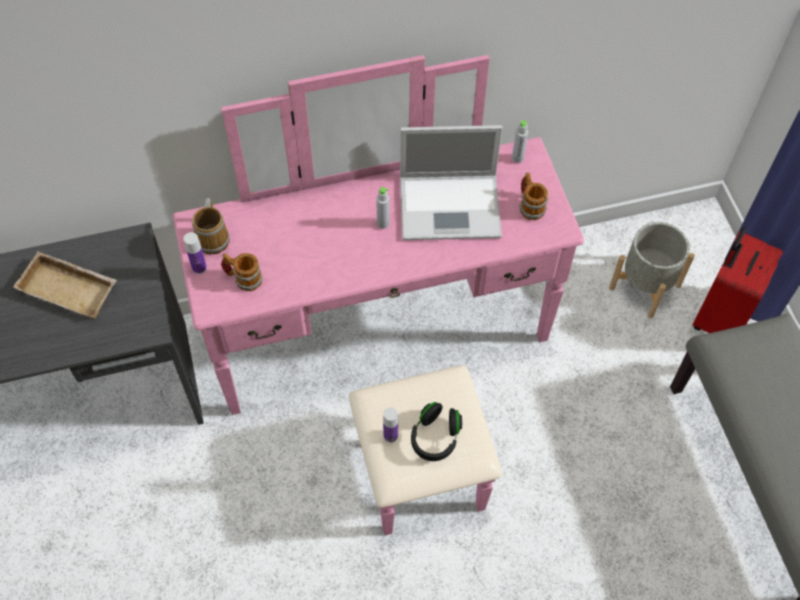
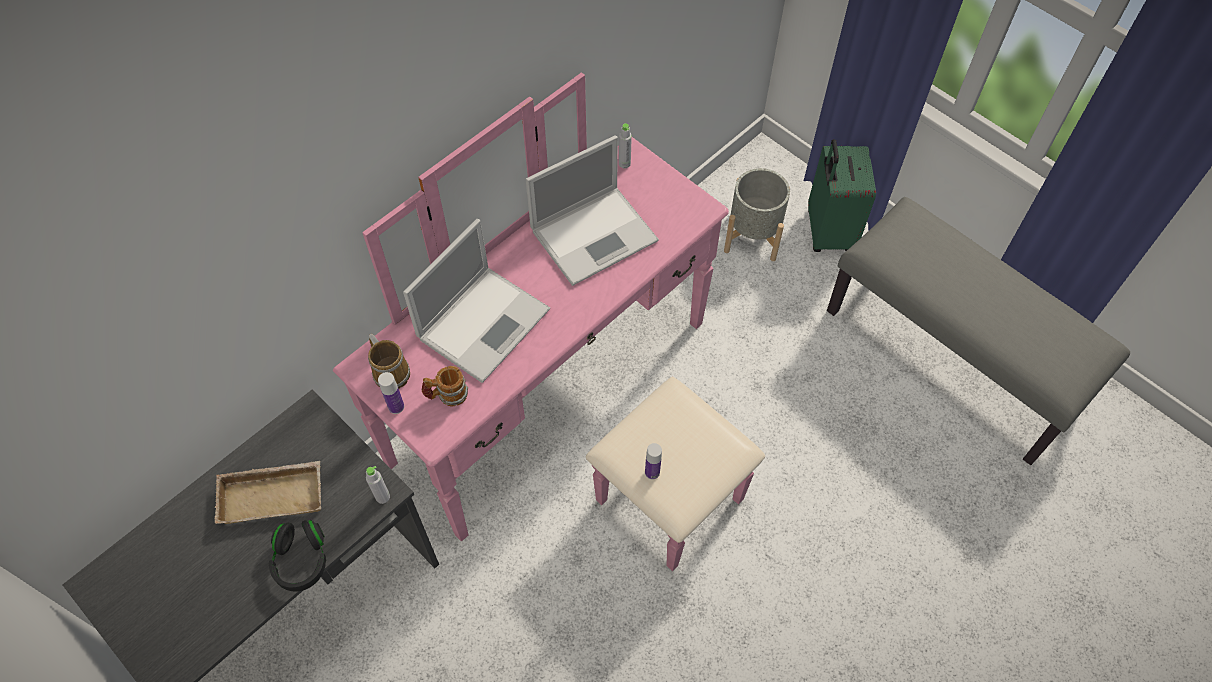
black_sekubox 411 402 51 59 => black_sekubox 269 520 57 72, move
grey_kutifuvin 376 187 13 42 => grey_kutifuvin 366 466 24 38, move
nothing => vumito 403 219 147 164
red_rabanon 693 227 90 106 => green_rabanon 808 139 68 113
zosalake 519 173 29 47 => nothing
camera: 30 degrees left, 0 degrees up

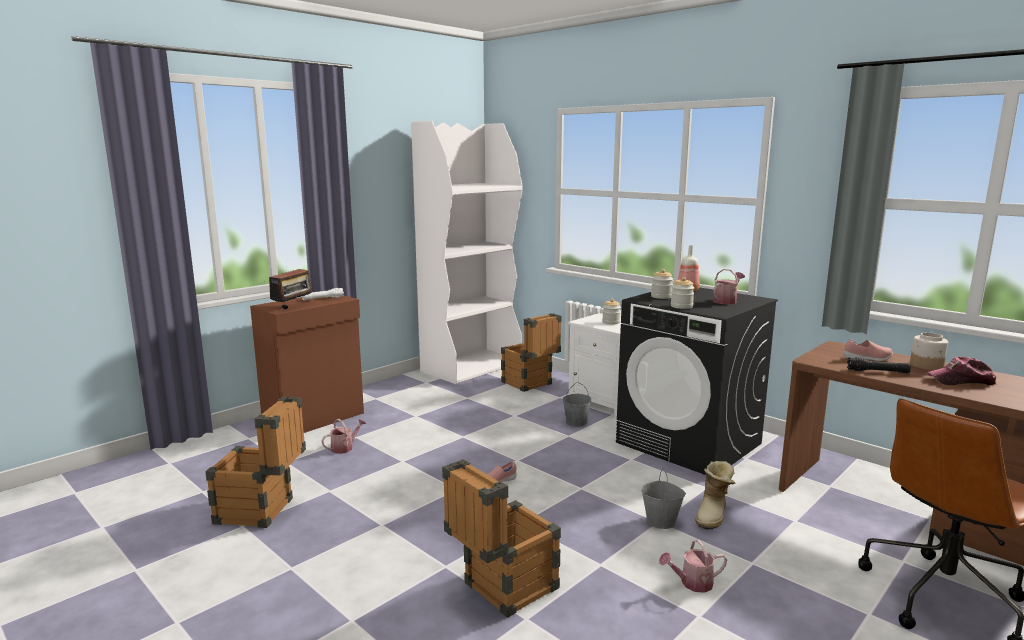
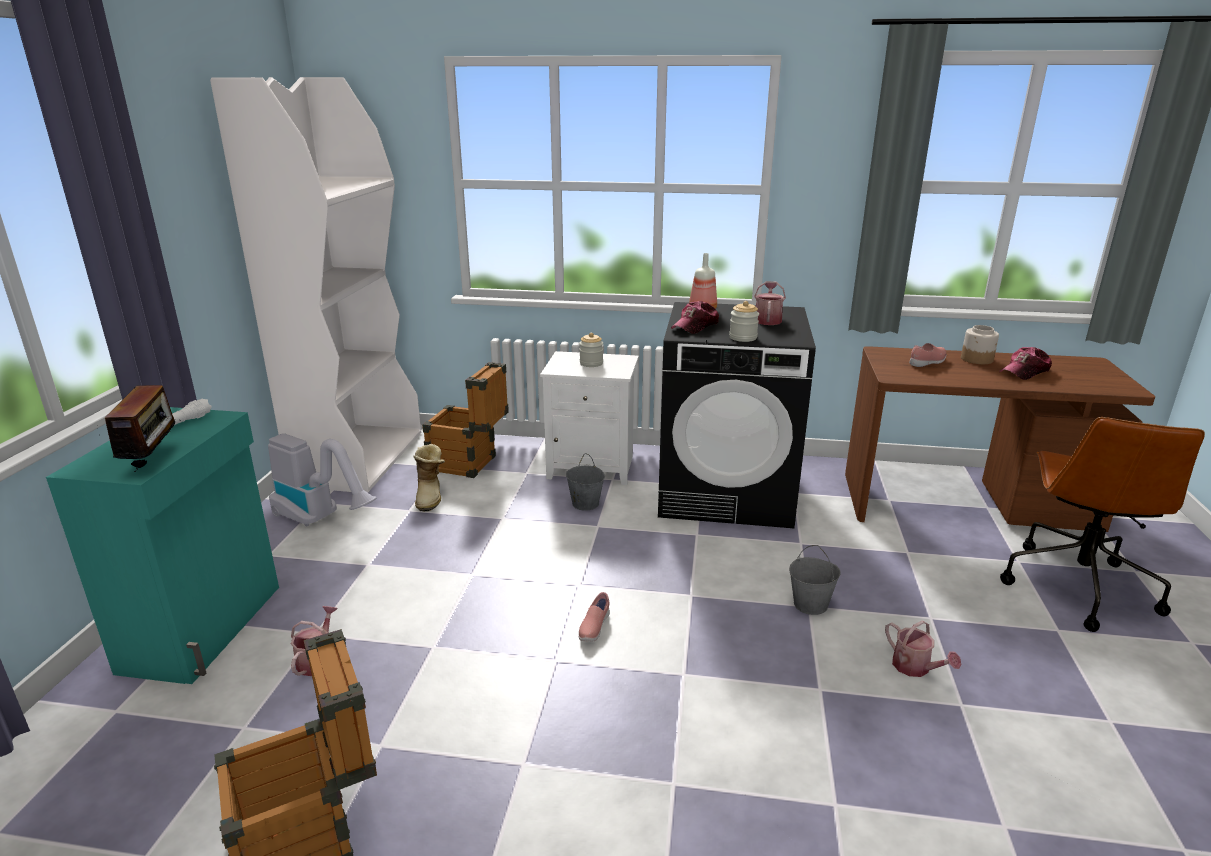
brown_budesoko 250 295 114 138 => turquoise_budesoko 46 407 233 277
nothing => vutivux 268 433 108 94
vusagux 695 461 41 69 => vusagux 413 444 32 67, move
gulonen 651 269 22 30 => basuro 671 301 48 33
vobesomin 659 540 68 53 => vobesomin 885 621 76 56, 75 degrees counterclockwise
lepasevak 442 459 119 159 => nothing
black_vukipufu 847 357 63 16 => nothing
camera: 35 degrees left, 10 degrees up

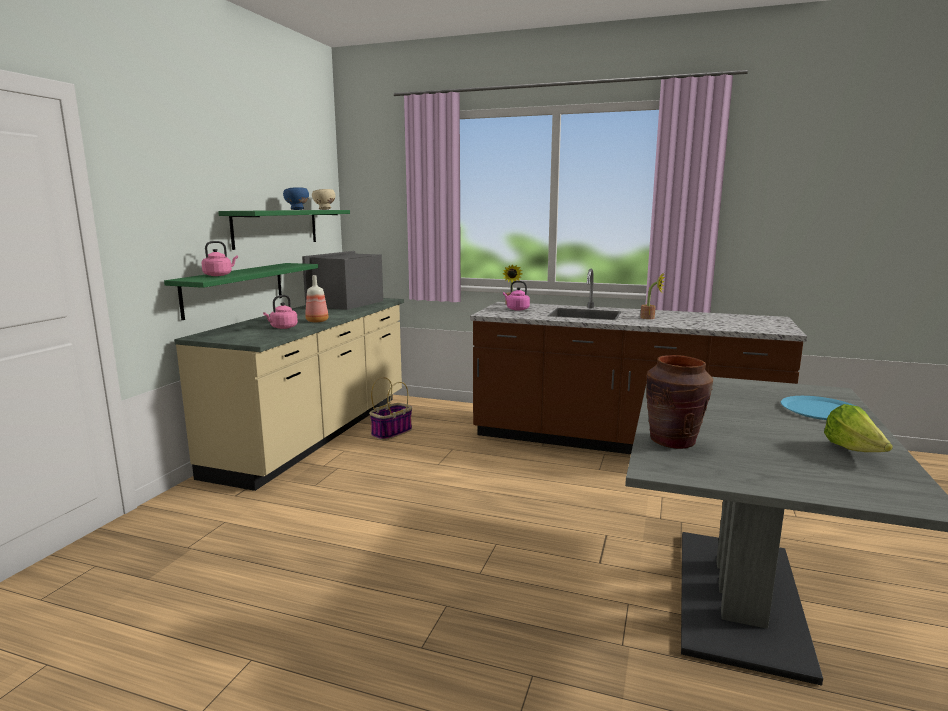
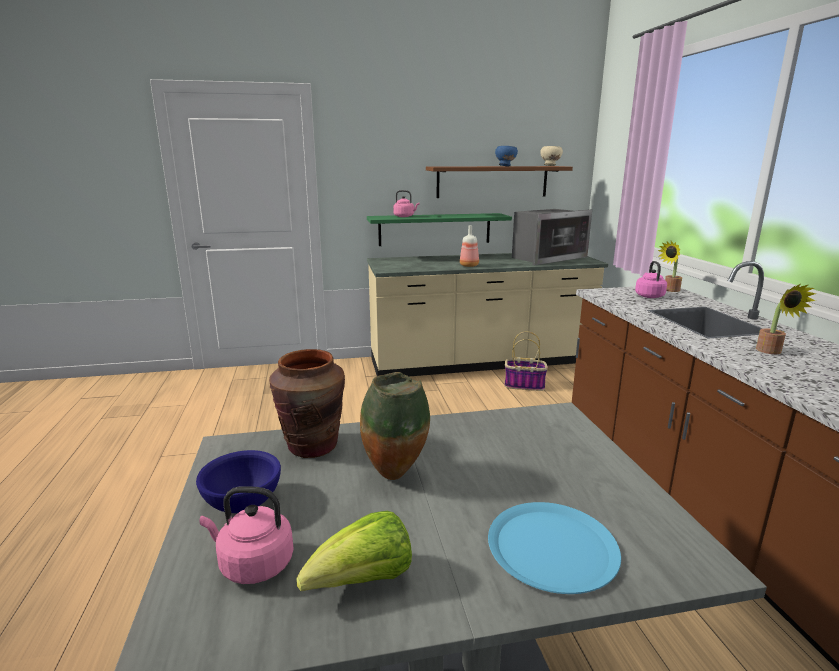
nothing => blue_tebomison 196 450 85 63
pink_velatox 263 295 35 34 => pink_velatox 200 486 94 98, move
nothing => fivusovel 360 372 70 108
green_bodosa 218 210 132 40 => brown_bodosa 426 166 147 32
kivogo 302 251 81 59 => kivogo 512 209 80 56, 150 degrees clockwise
camera: 60 degrees right, 5 degrees up

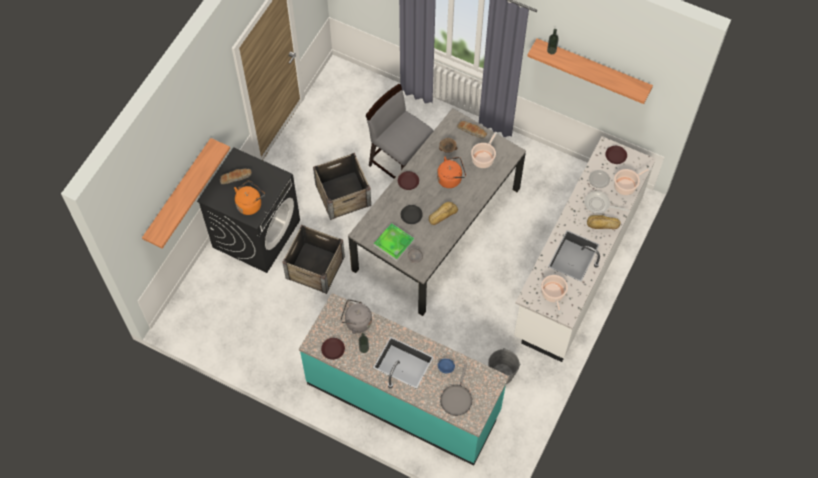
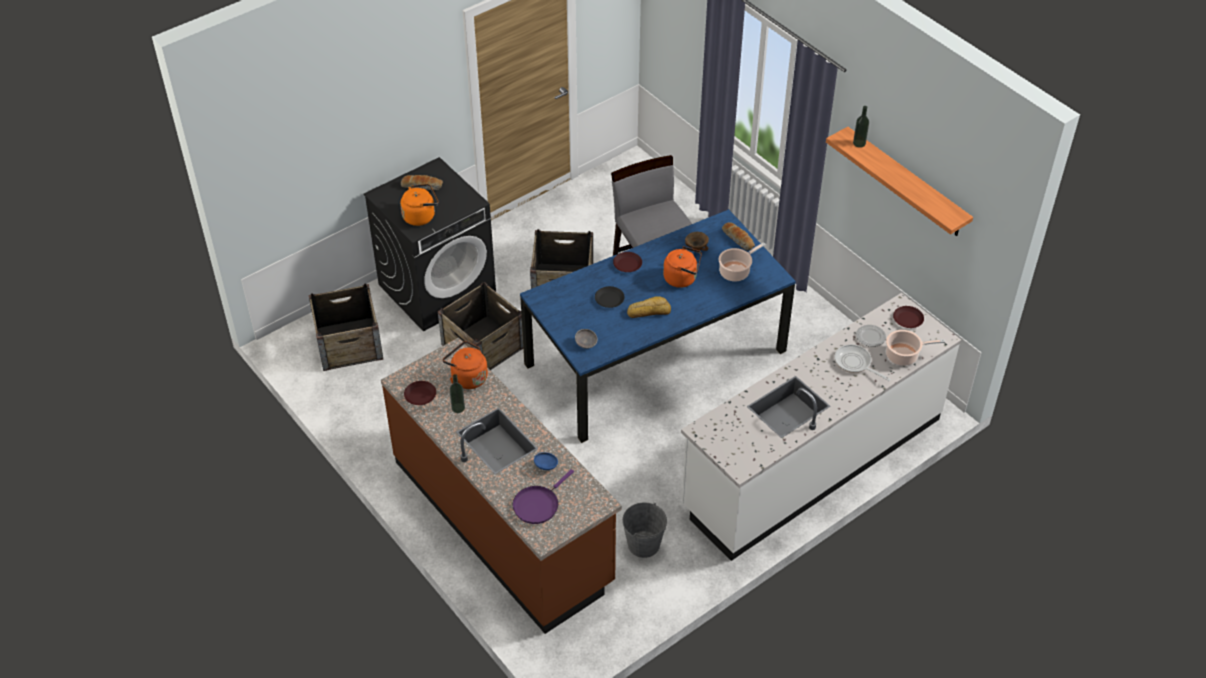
nothing => lepasevak 309 284 74 87
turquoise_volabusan 299 293 210 173 => brown_volabusan 381 338 241 296
grey_velatox 341 299 31 35 => orange_velatox 443 341 45 48
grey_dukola 440 364 32 52 => purple_dukola 513 469 61 55
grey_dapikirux 348 108 178 208 => blue_dapikirux 520 209 276 234
bodosa 142 138 88 111 => nothing
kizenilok 374 223 41 39 => nothing
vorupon 541 275 27 39 => nothing
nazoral 587 215 33 14 => nothing
camera: 25 degrees right, 15 degrees down

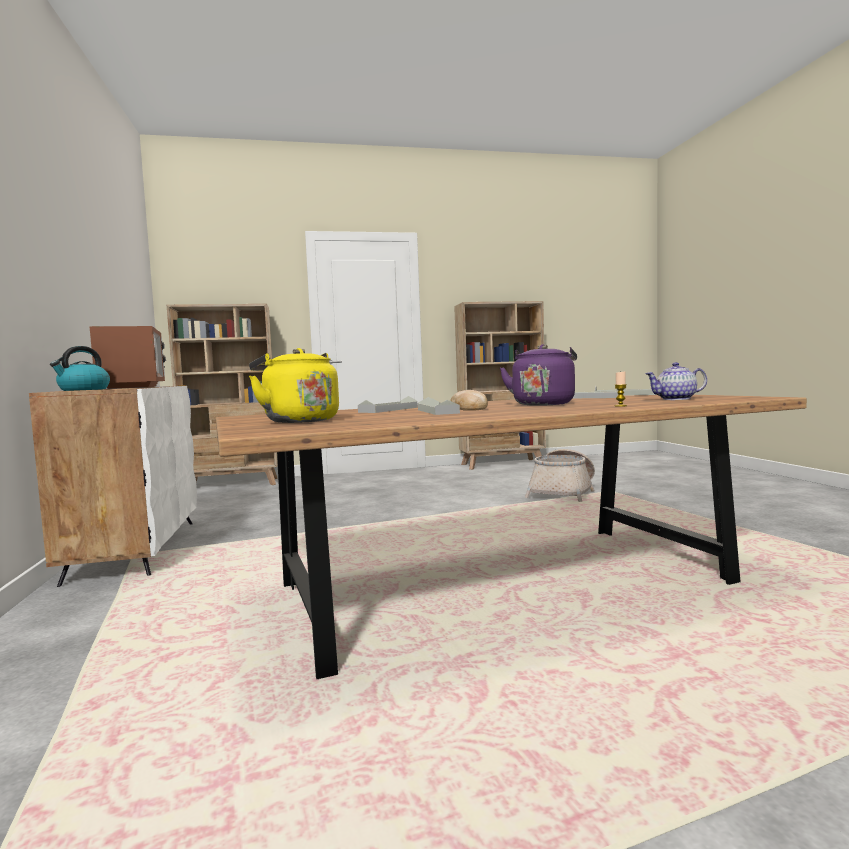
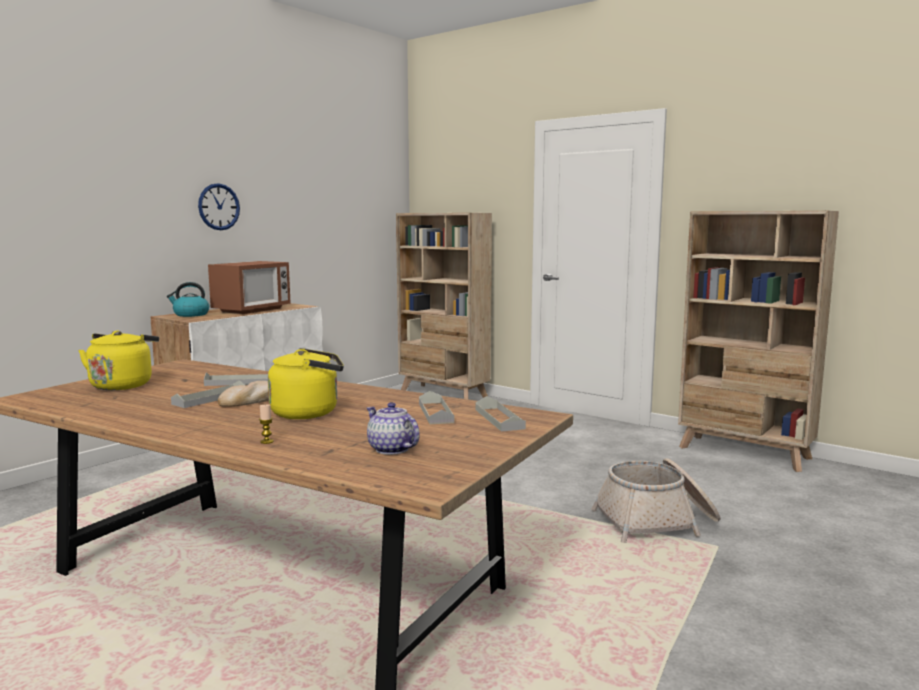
nothing => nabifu 198 183 42 47
purple_velatox 500 344 77 62 => yellow_velatox 268 348 76 71
camera: 50 degrees right, 5 degrees up

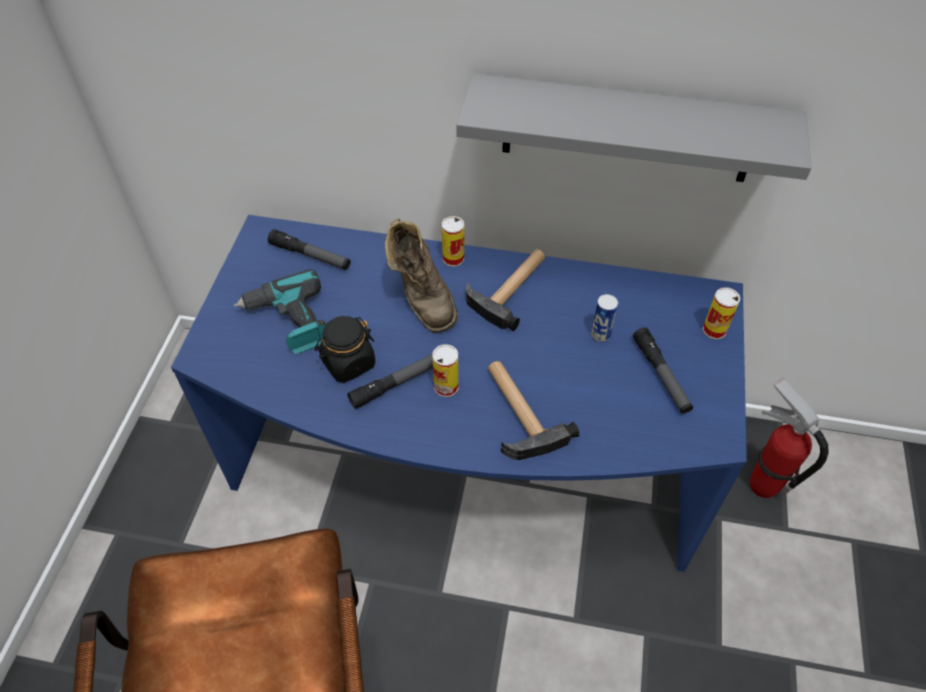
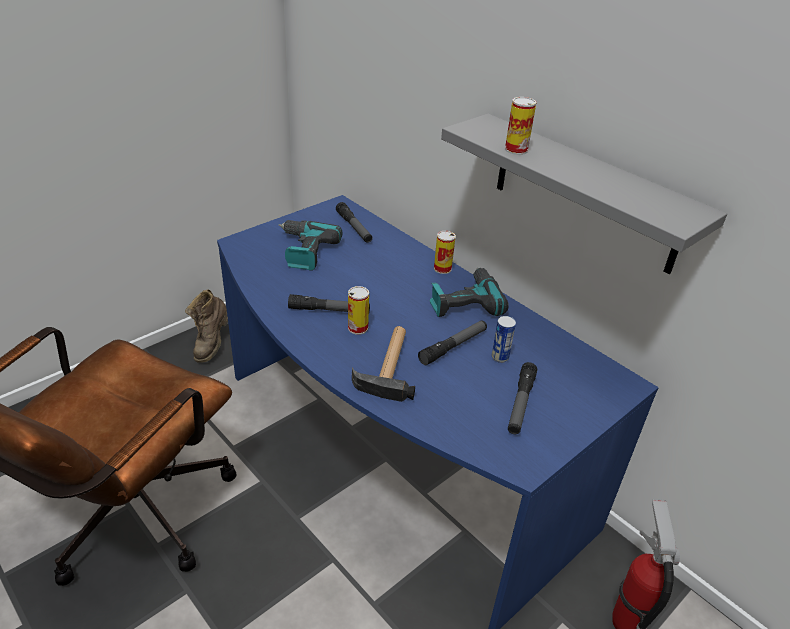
brown_vusagux 385 218 73 115 => brown_vusagux 185 290 43 73, move
nothing => vukipufu 418 320 69 45
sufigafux 466 249 79 82 => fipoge 429 268 80 49
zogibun 703 287 37 52 => zogibun 505 97 32 58, move
black_gulonen 315 316 60 67 => nothing
camera: 35 degrees right, 15 degrees down

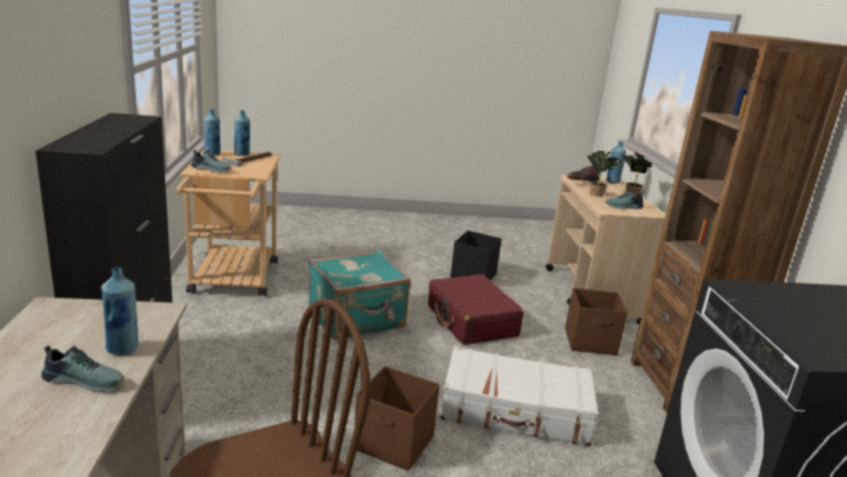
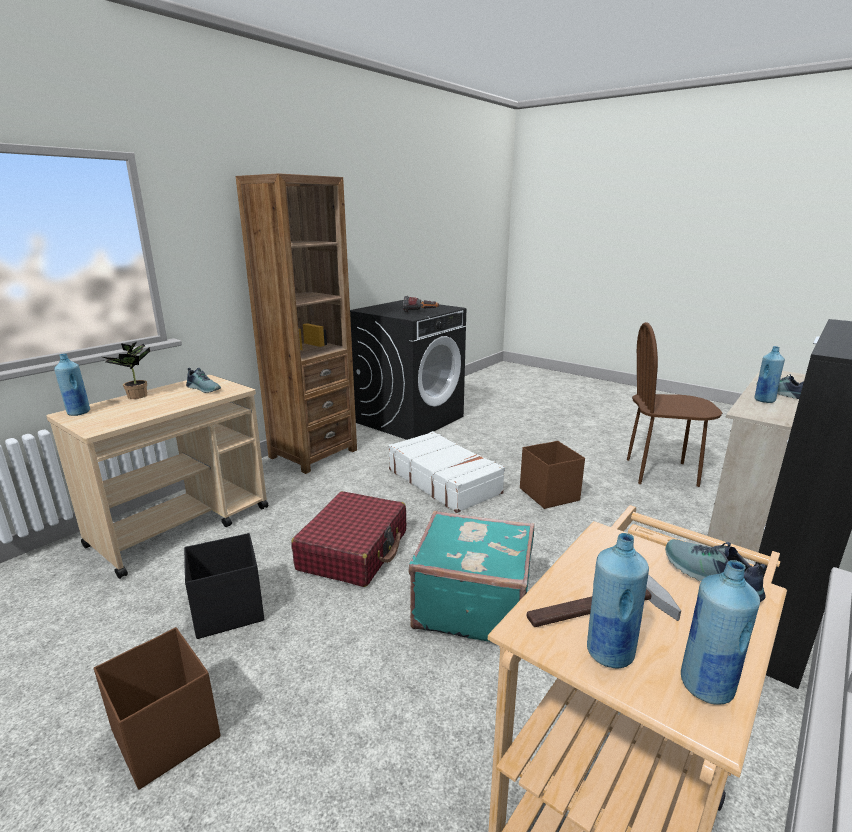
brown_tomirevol 565 288 63 68 => brown_tomirevol 94 627 126 162, move
vukipufu 567 166 34 16 => vukipufu 403 296 36 16, move
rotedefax 587 151 36 45 => nothing
camera: 135 degrees left, 0 degrees up

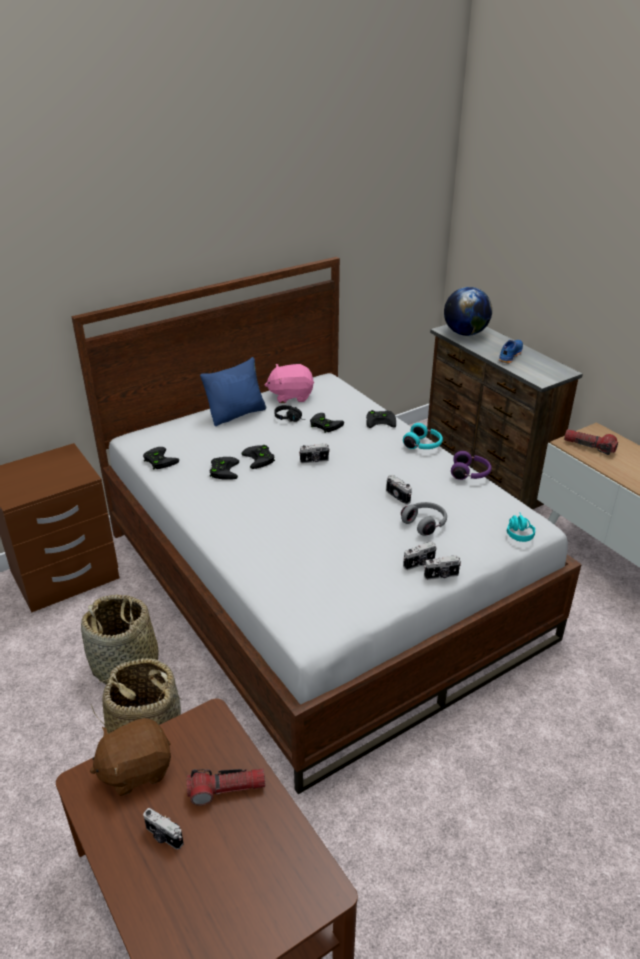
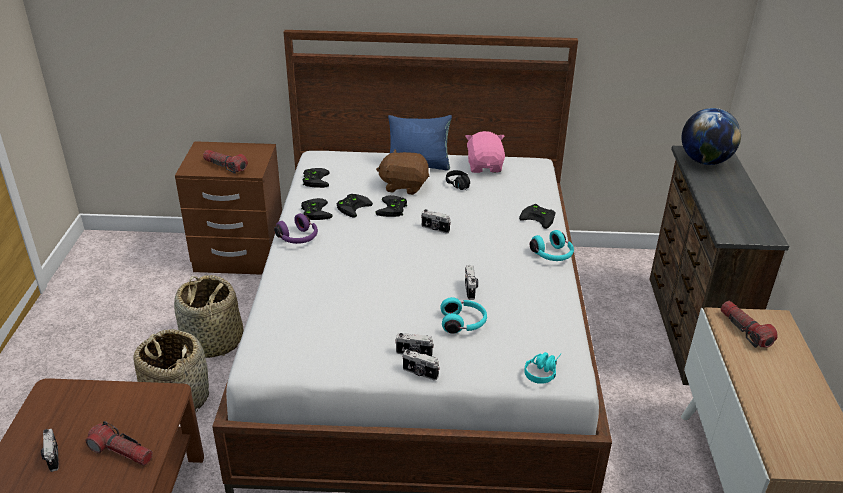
nothing => vukipufu 203 150 45 24
purple_sekubox 451 451 41 29 => purple_sekubox 274 213 44 31, move
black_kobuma 310 413 34 20 => black_kobuma 301 198 32 22, move
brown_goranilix 90 718 81 78 => brown_goranilix 376 149 53 46, move
grey_sekubox 401 502 46 34 => turquoise_sekubox 440 297 47 37
pink_goranilix 265 364 49 39 => pink_goranilix 465 131 40 42, 60 degrees clockwise
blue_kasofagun 499 340 24 23 => nothing
camera: 35 degrees right, 0 degrees up

